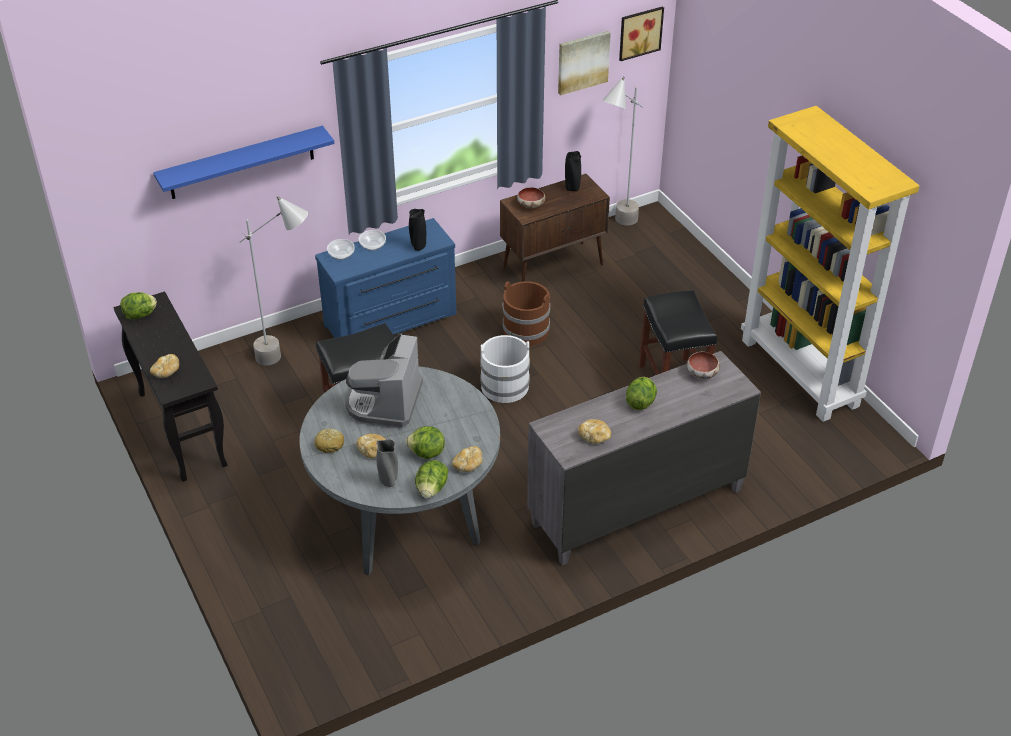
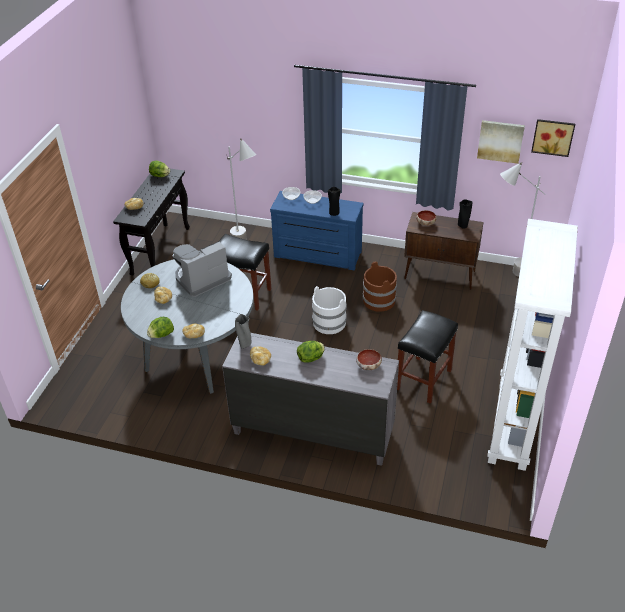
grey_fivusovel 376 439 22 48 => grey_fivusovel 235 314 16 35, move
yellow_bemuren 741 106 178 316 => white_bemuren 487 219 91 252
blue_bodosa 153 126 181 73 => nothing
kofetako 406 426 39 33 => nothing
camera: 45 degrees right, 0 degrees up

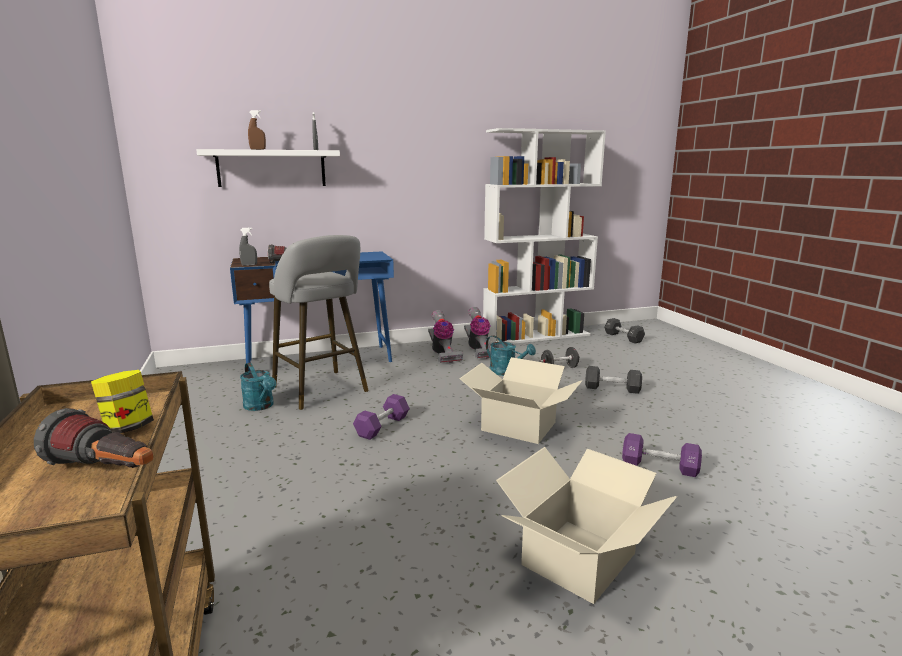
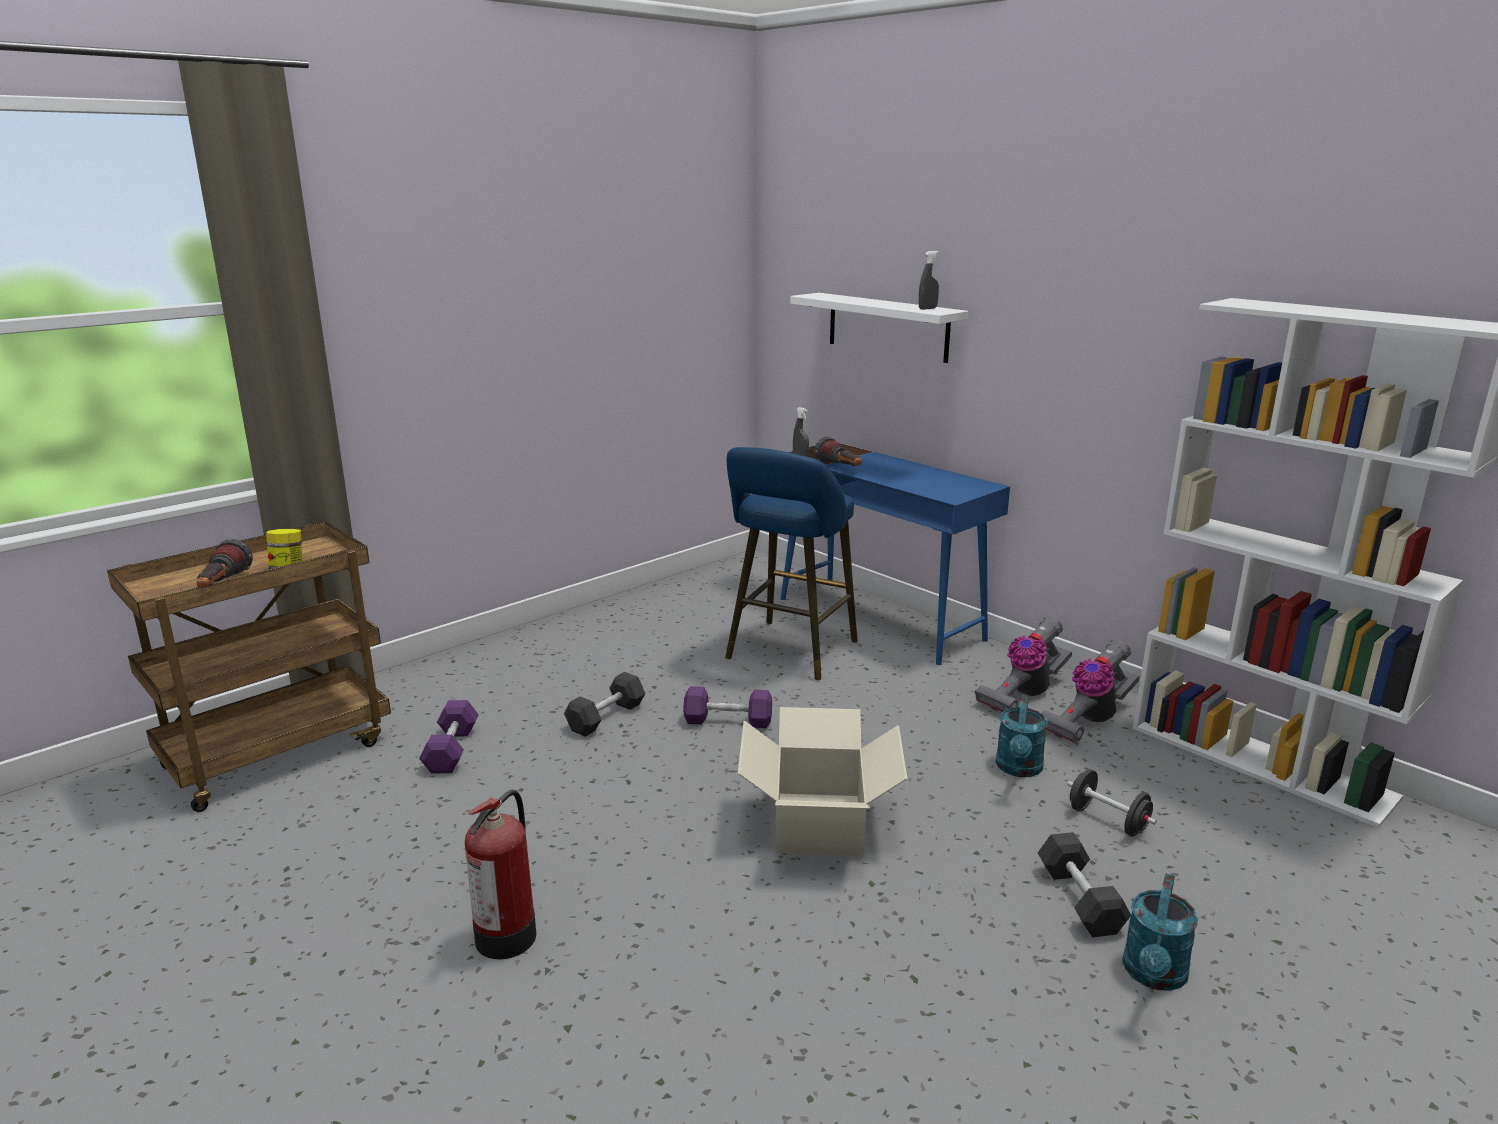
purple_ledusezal 622 433 80 44 => purple_ledusezal 419 700 60 74, move
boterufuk 496 447 181 157 => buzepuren 465 790 71 169
black_ledusezal 604 318 41 26 => black_ledusezal 564 672 82 65, move
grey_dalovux 269 235 100 175 => blue_dalovux 725 447 133 233
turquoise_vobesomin 240 363 36 48 => turquoise_vobesomin 1122 873 76 118, move
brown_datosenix 248 110 18 40 => nothing
camera: 65 degrees right, 5 degrees up

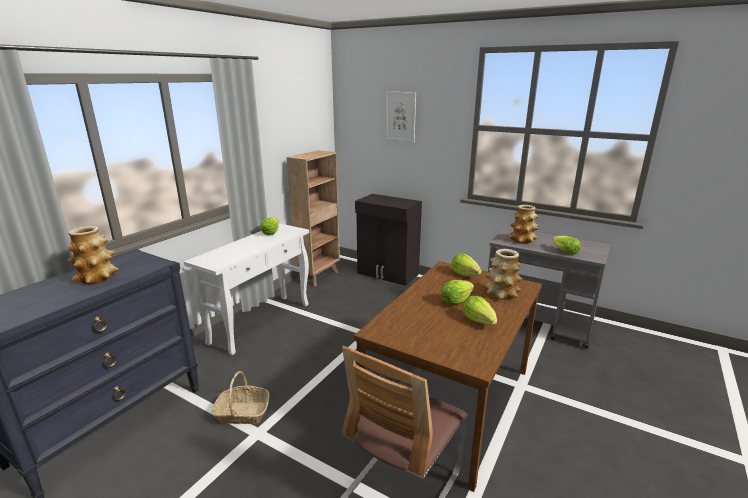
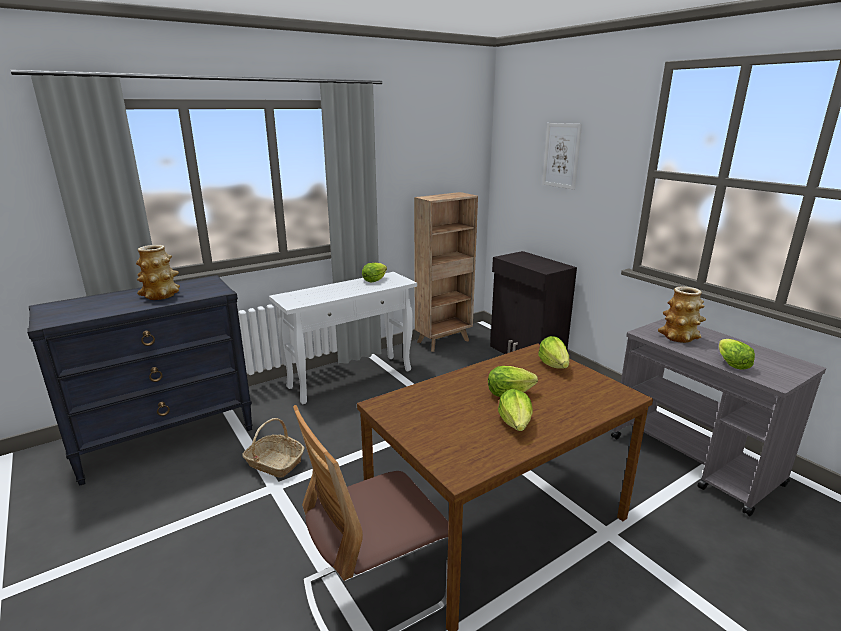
fivusovel 484 249 38 51 => nothing
camera: 25 degrees right, 0 degrees up

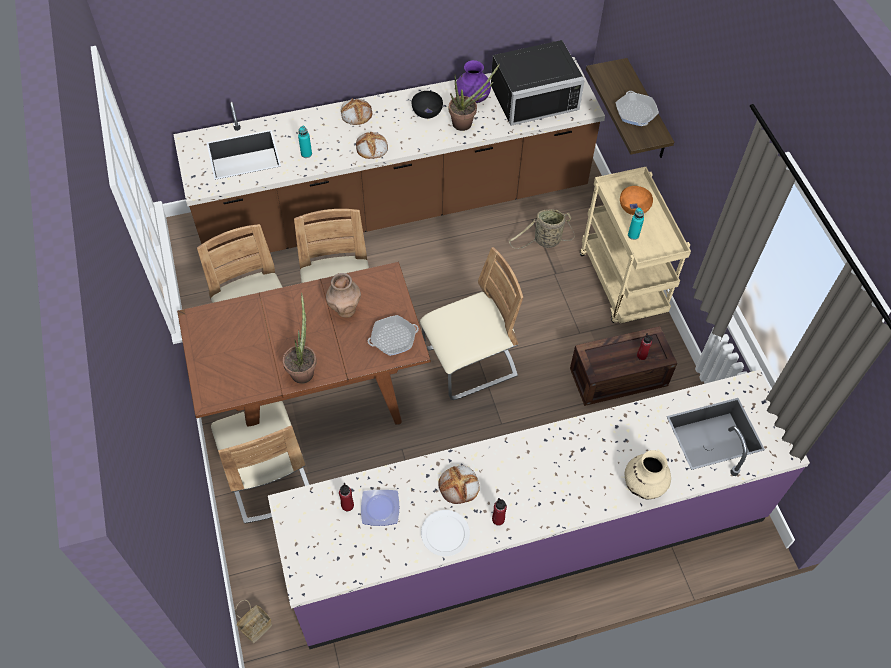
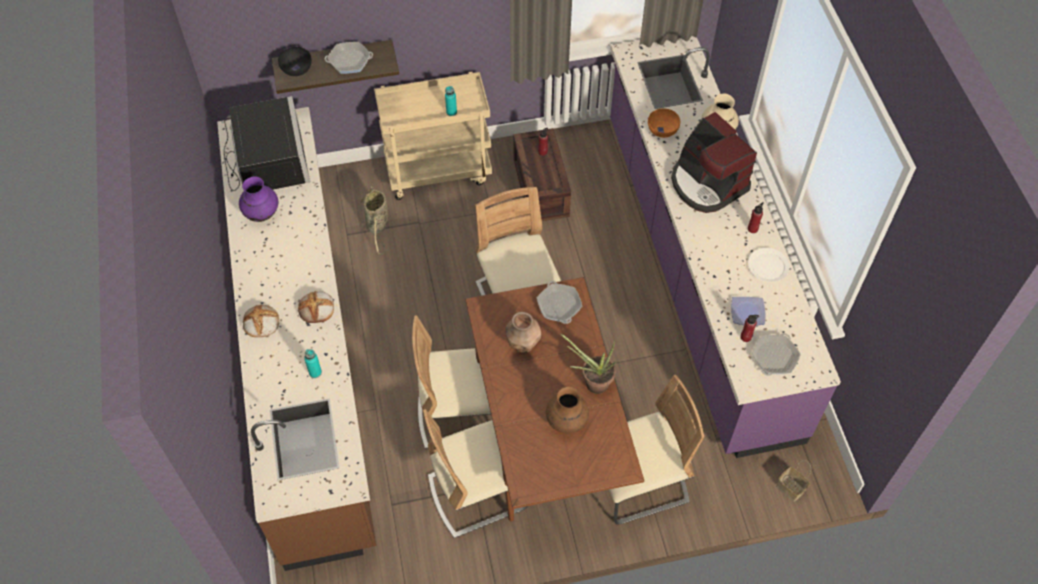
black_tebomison 412 91 31 28 => black_tebomison 278 47 34 29, move
nothing => brown_fivusovel 546 387 43 45
orange_tebomison 620 186 33 29 => orange_tebomison 648 109 32 29, move
nothing => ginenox 671 112 86 101
nothing => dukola 752 333 49 43
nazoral 438 465 42 39 => nothing
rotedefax 449 63 51 68 => nothing
camera: 85 degrees left, 0 degrees up

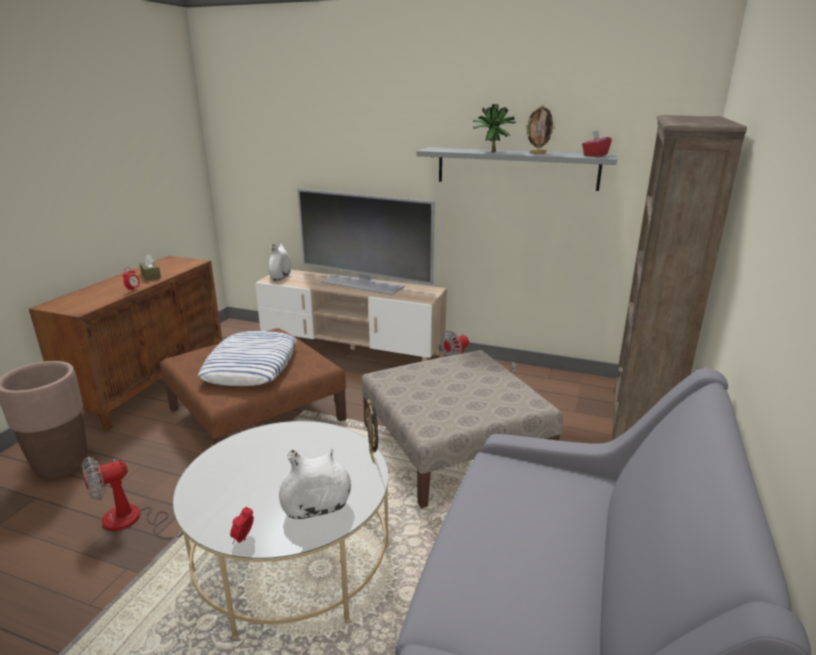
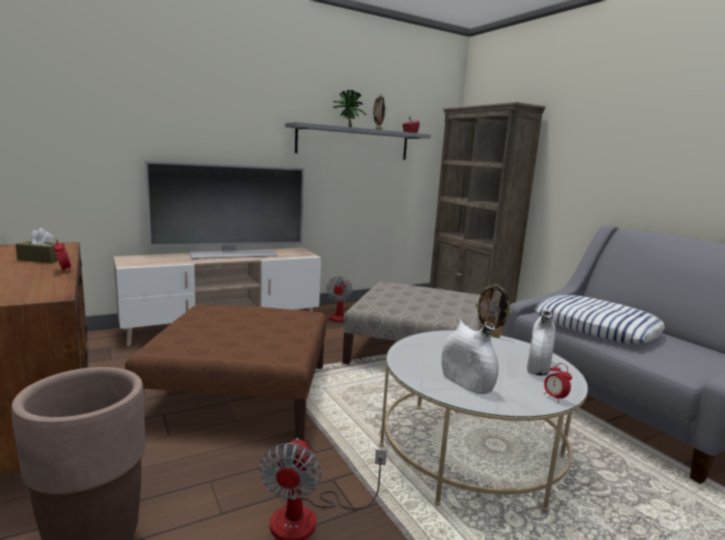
white_fivusovel 269 243 22 38 => white_fivusovel 442 318 57 76, move
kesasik 198 331 99 55 => kesasik 535 295 130 49, move
camera: 50 degrees left, 10 degrees down

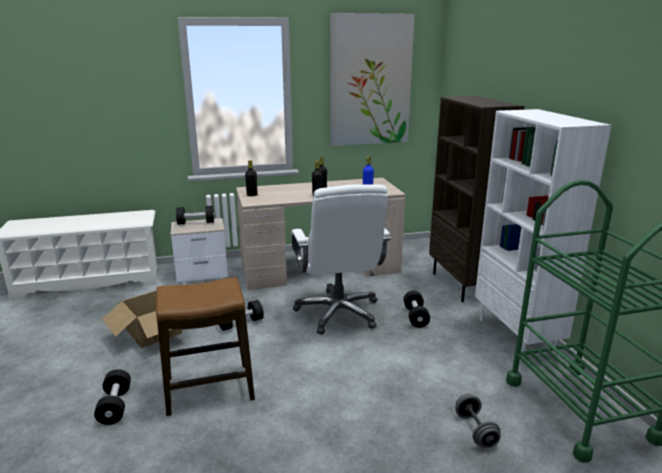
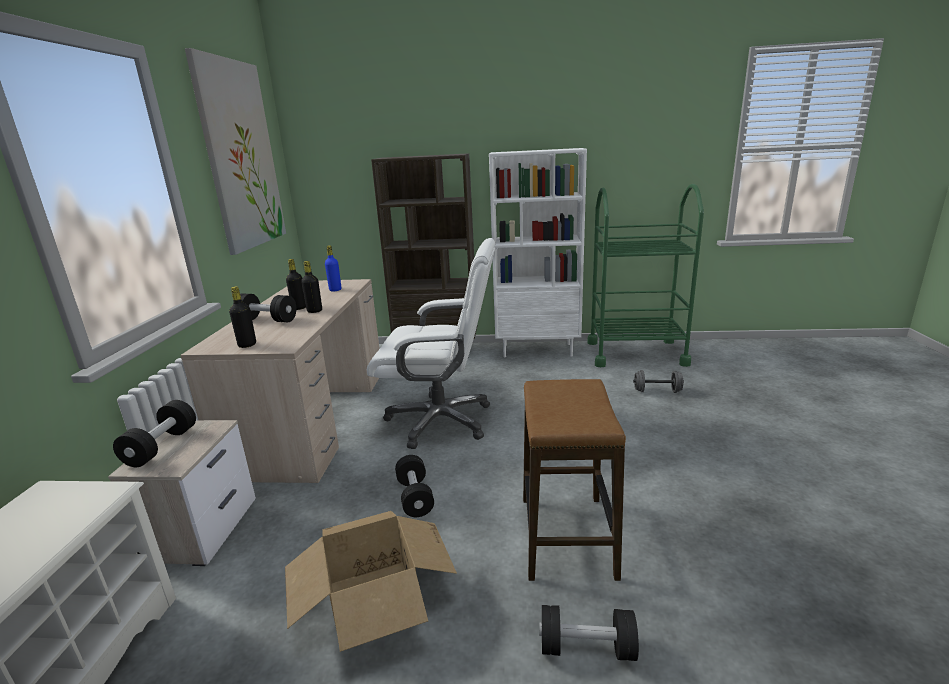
black_ledusezal 403 290 27 38 => black_ledusezal 233 293 63 29, move
camera: 70 degrees left, 0 degrees up

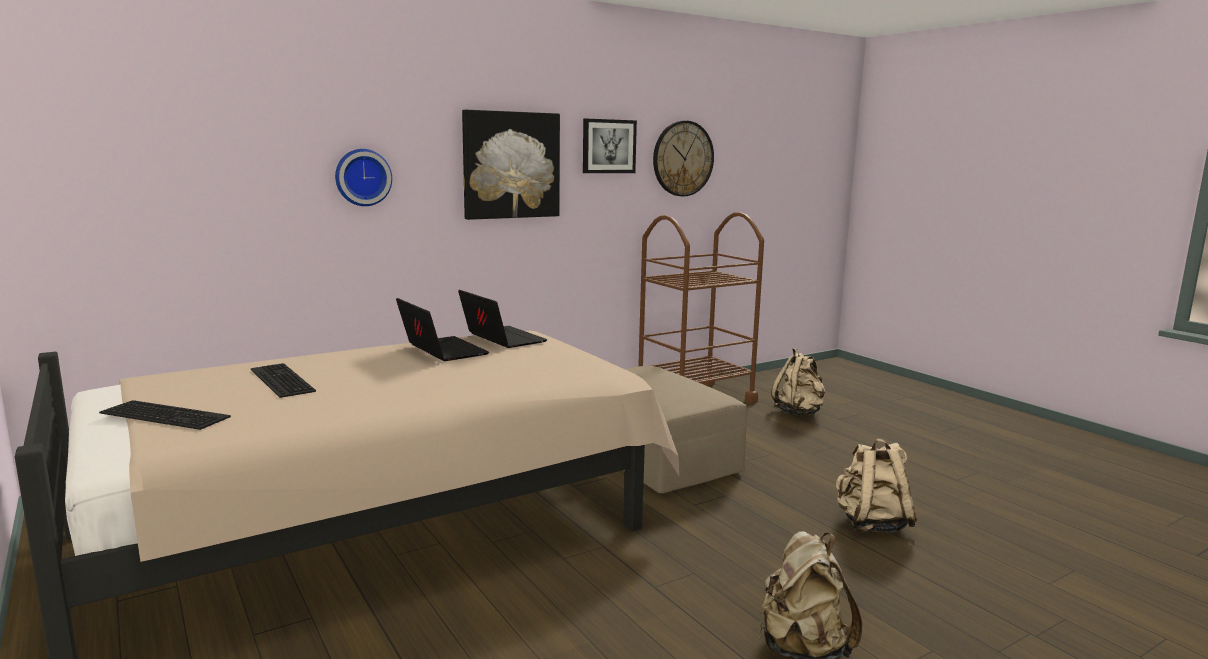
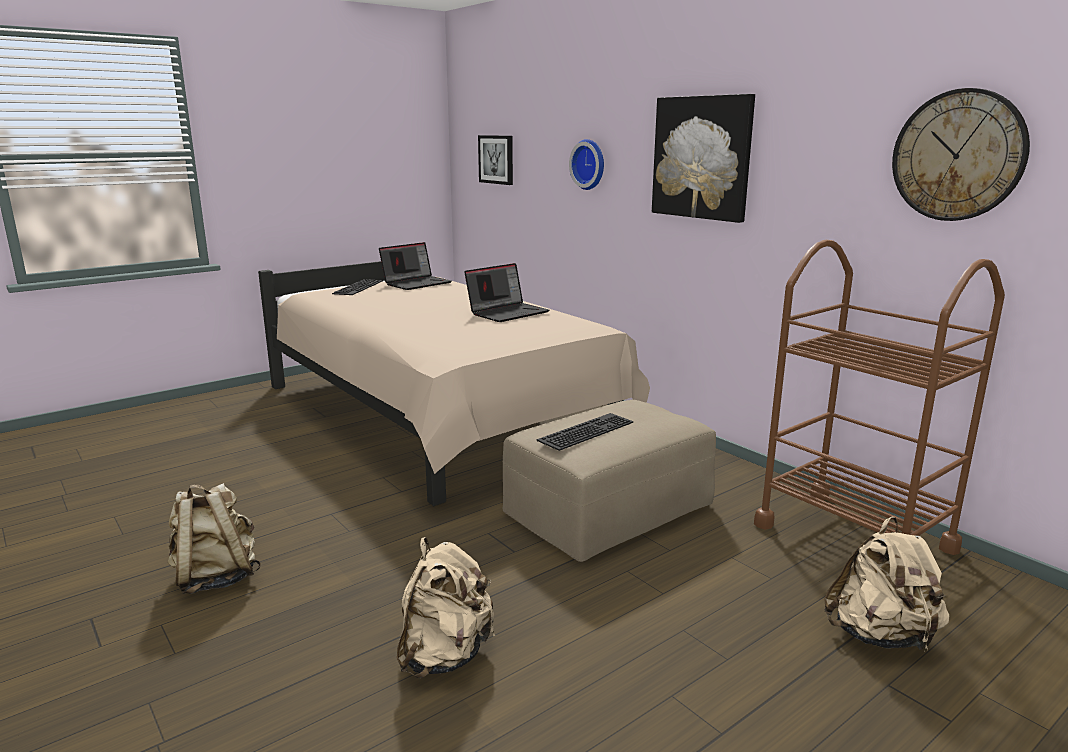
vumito 458 290 90 58 => vumito 379 242 73 48, move
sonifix 583 119 54 54 => sonifix 478 135 35 50, move
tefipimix 251 363 65 35 => tefipimix 537 413 96 38, move
camera: 85 degrees right, 5 degrees up

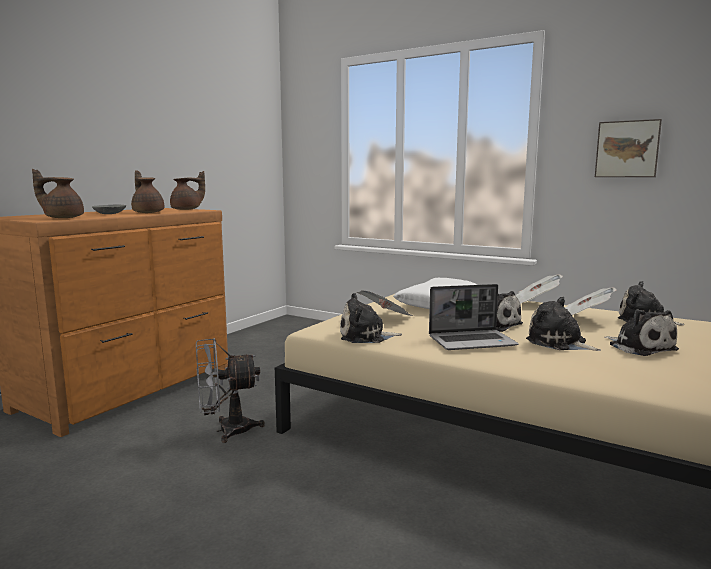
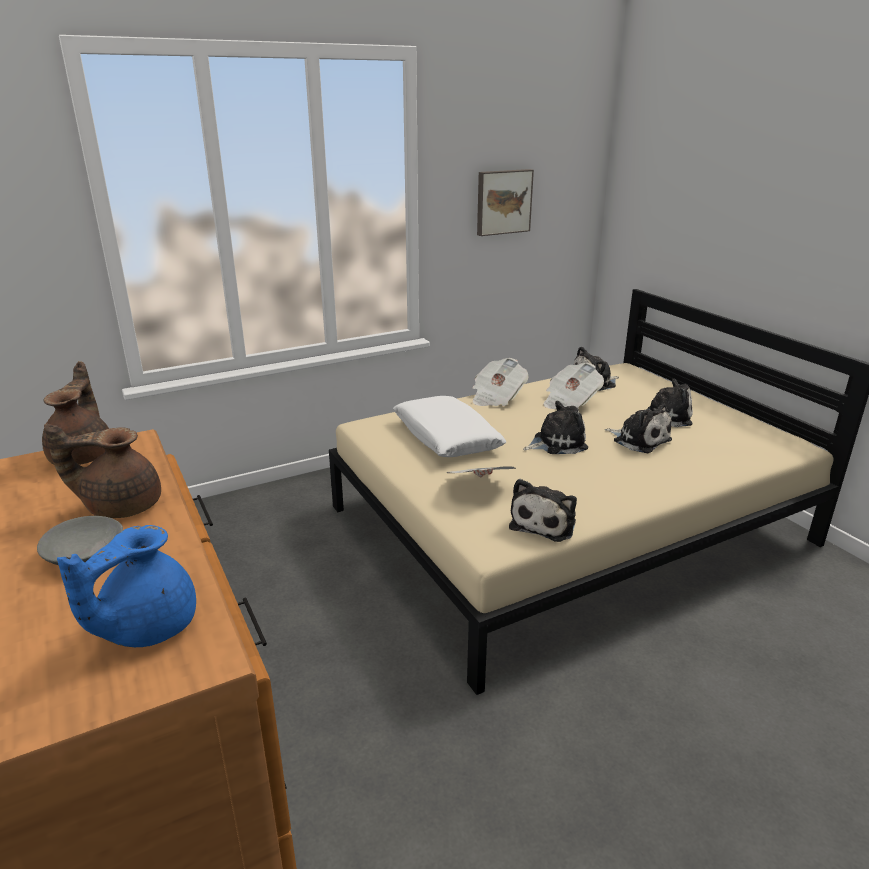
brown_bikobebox 32 169 52 49 => blue_bikobebox 57 525 139 122
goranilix 526 297 75 54 => goranilix 605 403 67 50, 120 degrees counterclockwise
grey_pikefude 196 338 69 105 => nothing
vumito 429 284 90 66 => nothing
camera: 60 degrees left, 15 degrees up

